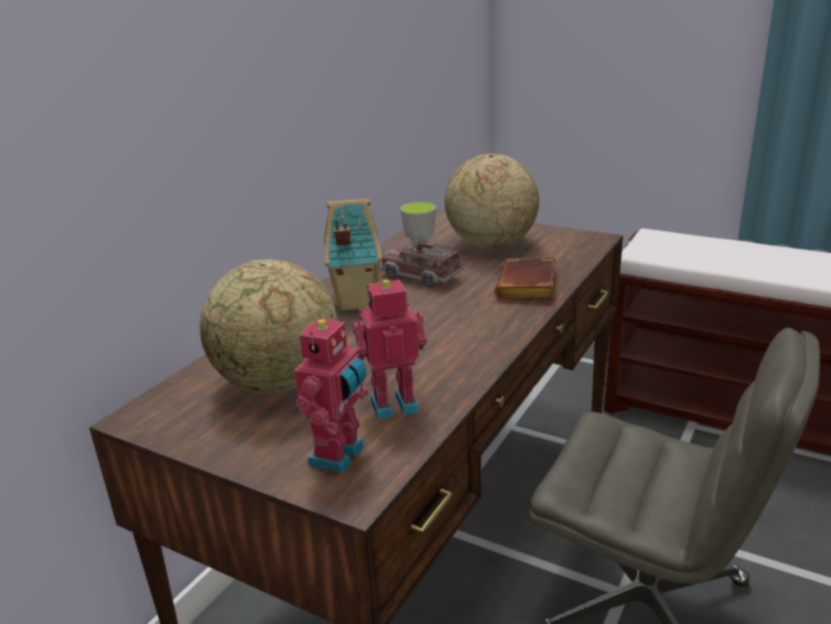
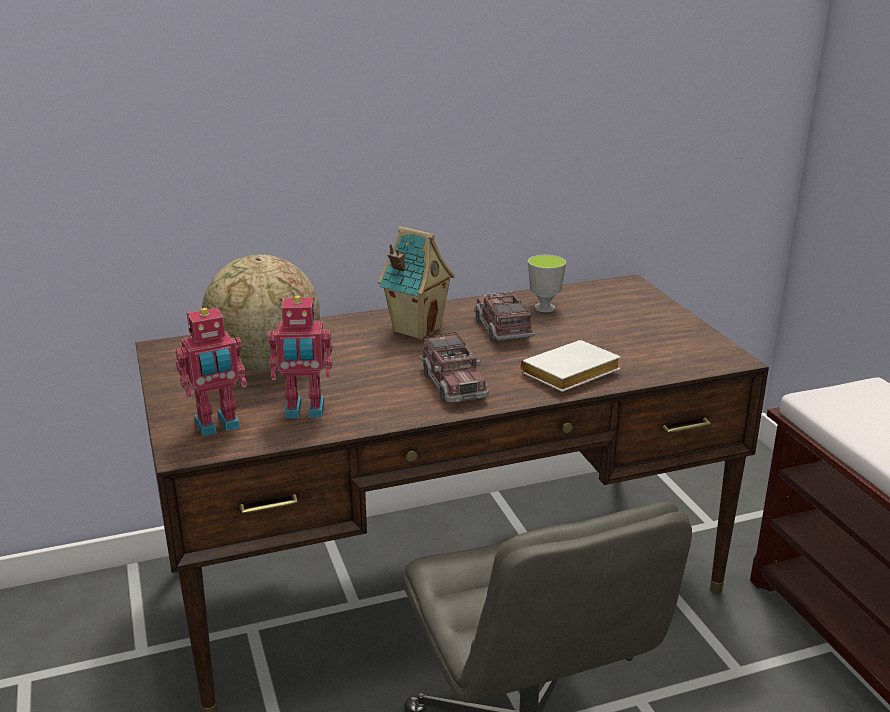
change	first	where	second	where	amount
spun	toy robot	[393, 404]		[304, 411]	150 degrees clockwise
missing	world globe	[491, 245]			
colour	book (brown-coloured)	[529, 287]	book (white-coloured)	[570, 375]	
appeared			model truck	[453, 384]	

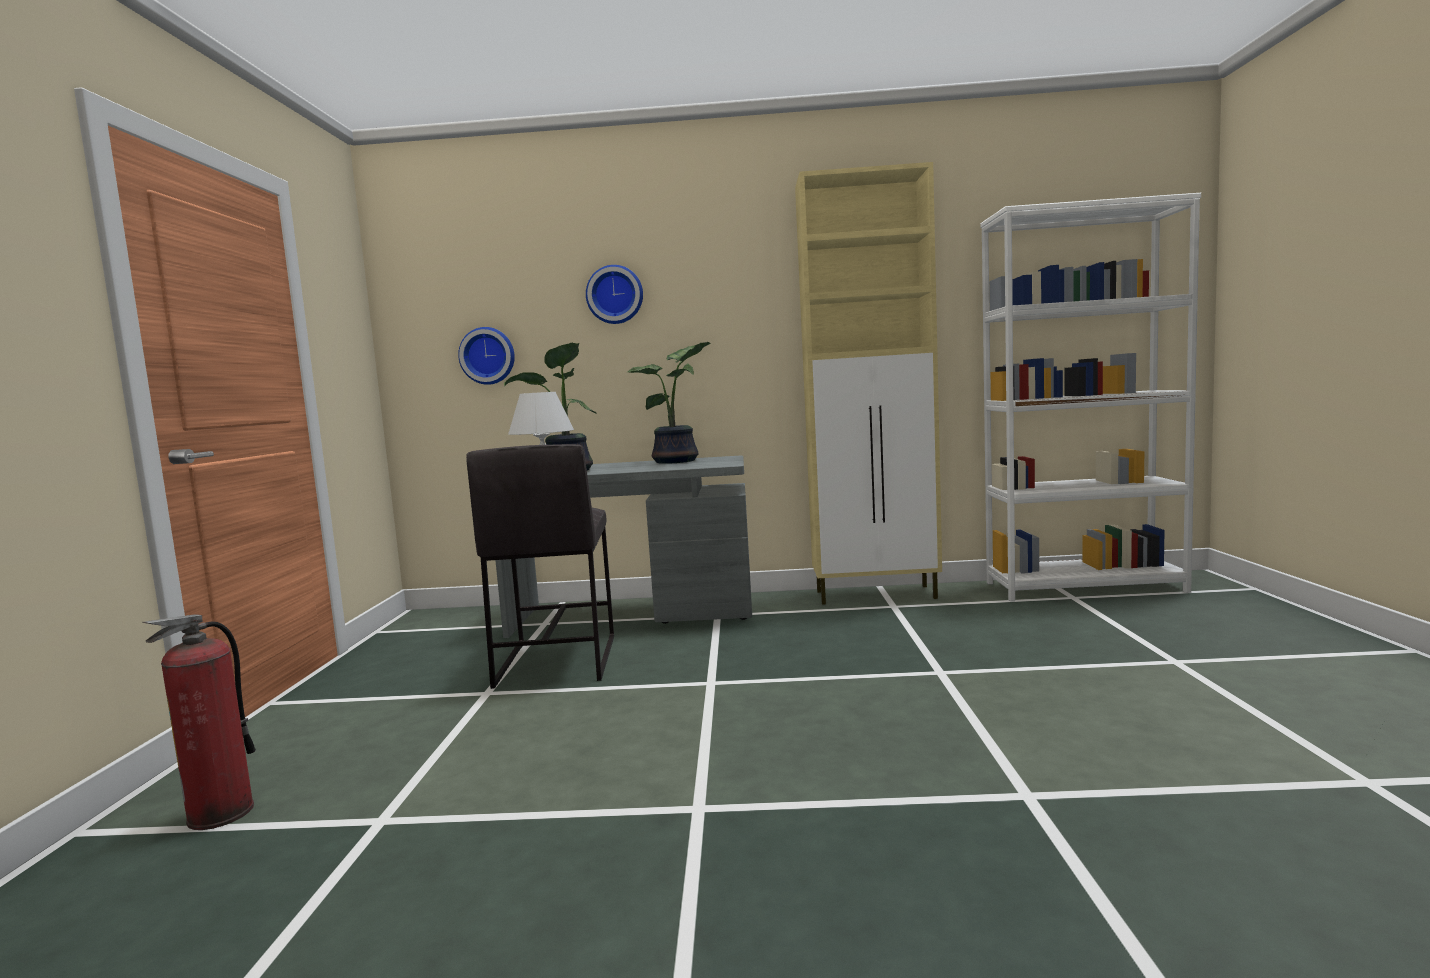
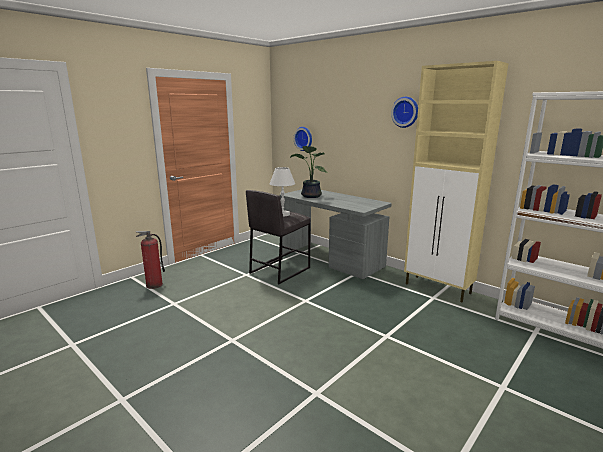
change	first	where	second	where	amount
relocated	clock on the wall	[615, 295]		[405, 112]	
missing	plant in a pot	[678, 461]			

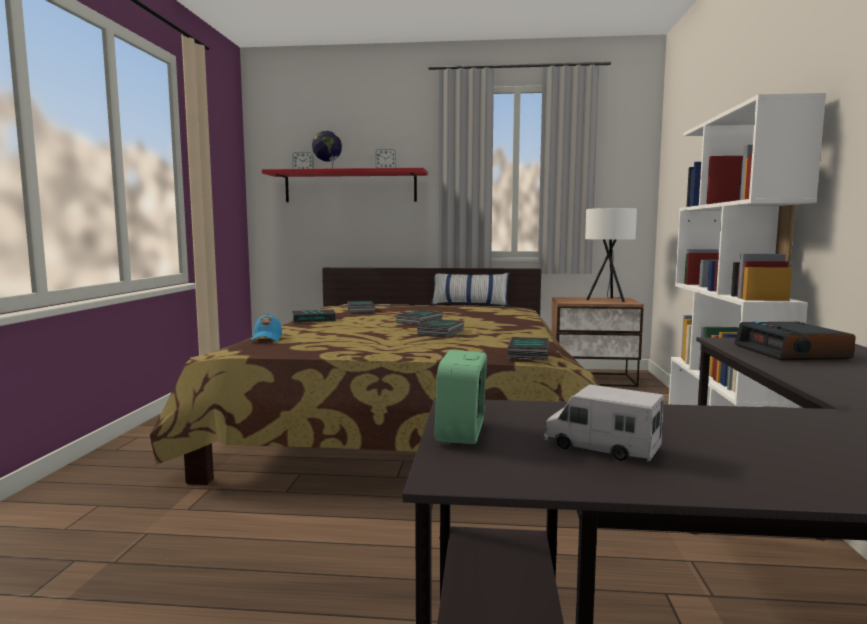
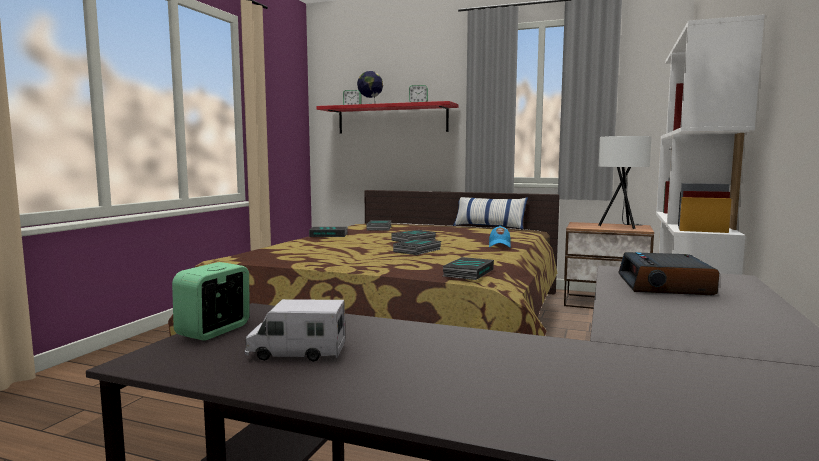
change	first	where	second	where	amount
relocated	baseball cap (bluish)	[267, 339]		[499, 245]	
spun	model truck	[601, 447]		[296, 352]	45 degrees counterclockwise

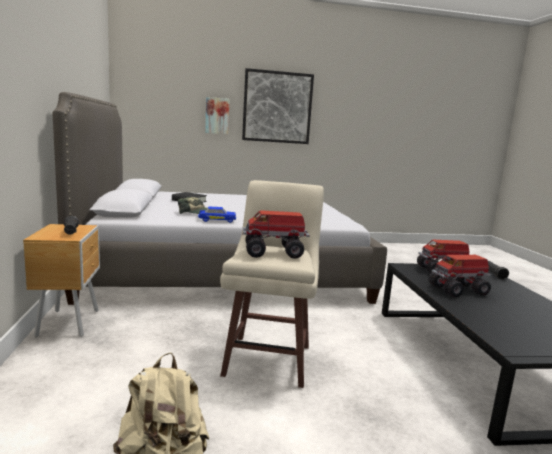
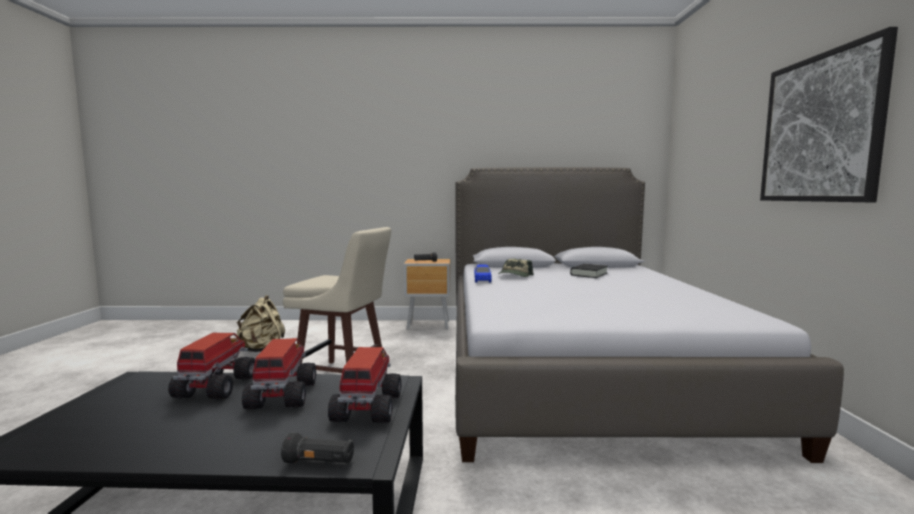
change	first	where	second	where	amount
missing	wall picture	[217, 116]			
relocated	model truck	[274, 252]		[214, 388]	

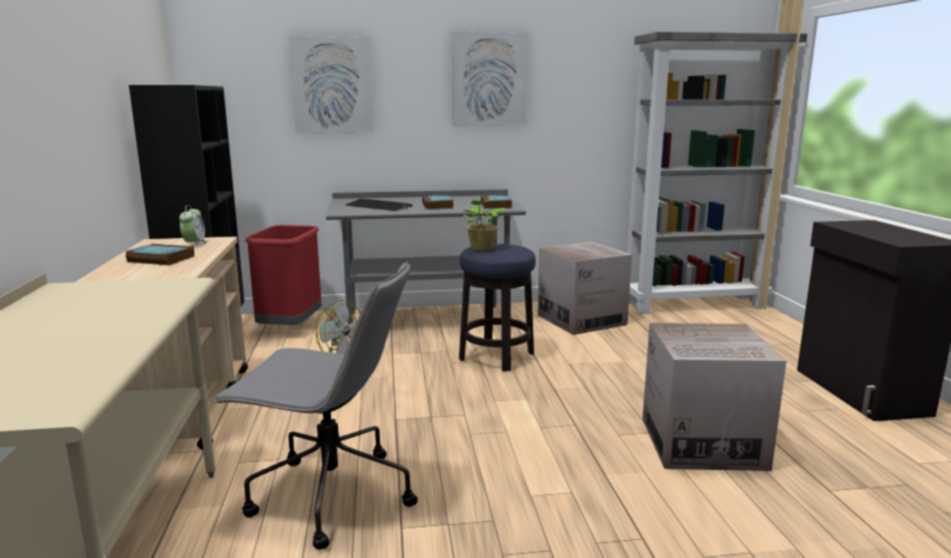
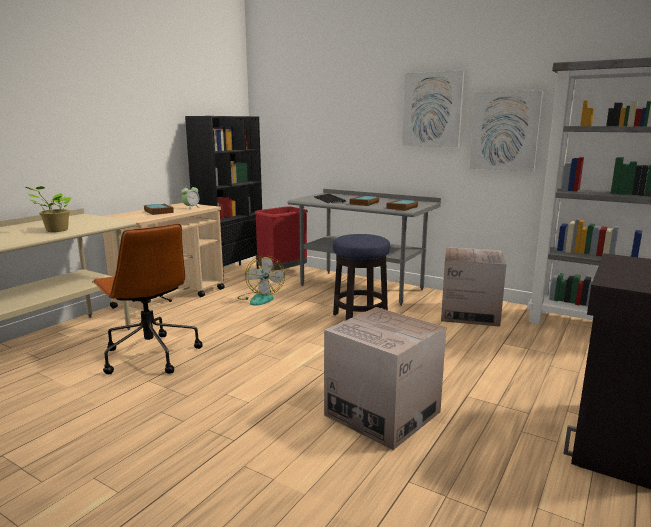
change	first	where	second	where	amount
colour	desk chair (greyish)	[329, 496]	desk chair (brown-coloured)	[150, 355]	
relocated	wall picture	[332, 85]		[505, 131]	
relocated	plant in a pot	[481, 249]		[55, 230]	

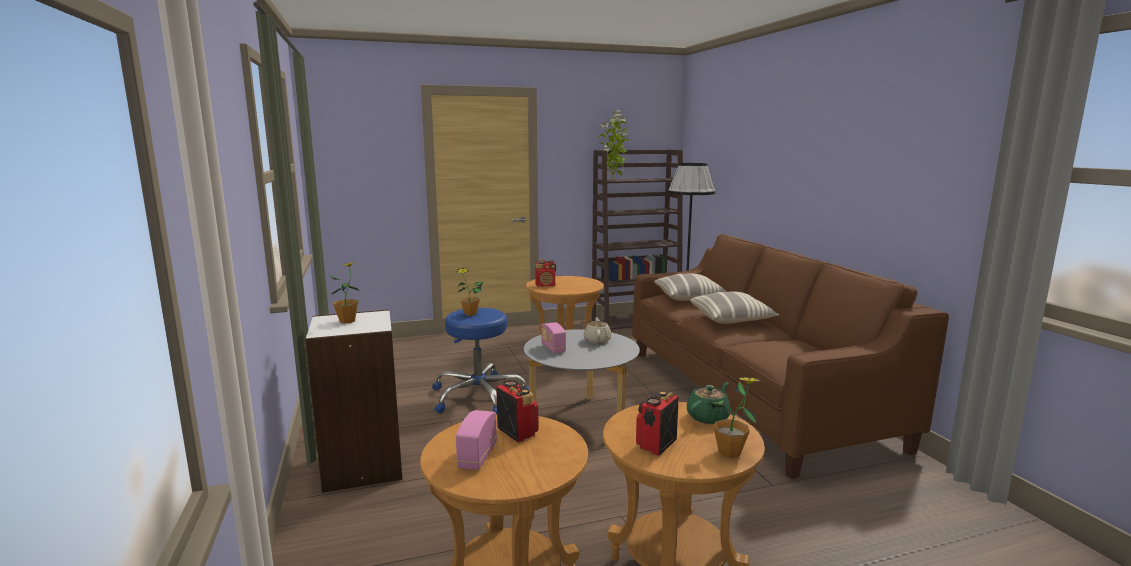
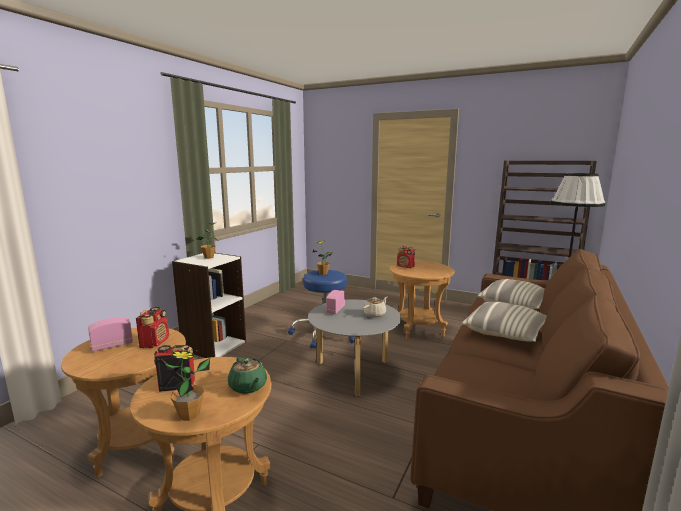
change	first	where	second	where	amount
missing	plant in a pot	[613, 180]			
spun	tea pot (greenish)	[708, 417]		[248, 387]	60 degrees clockwise

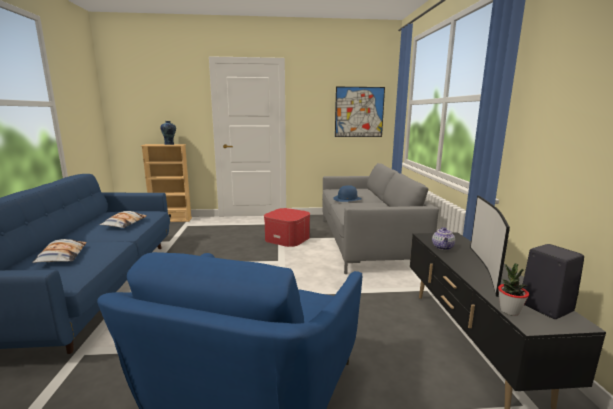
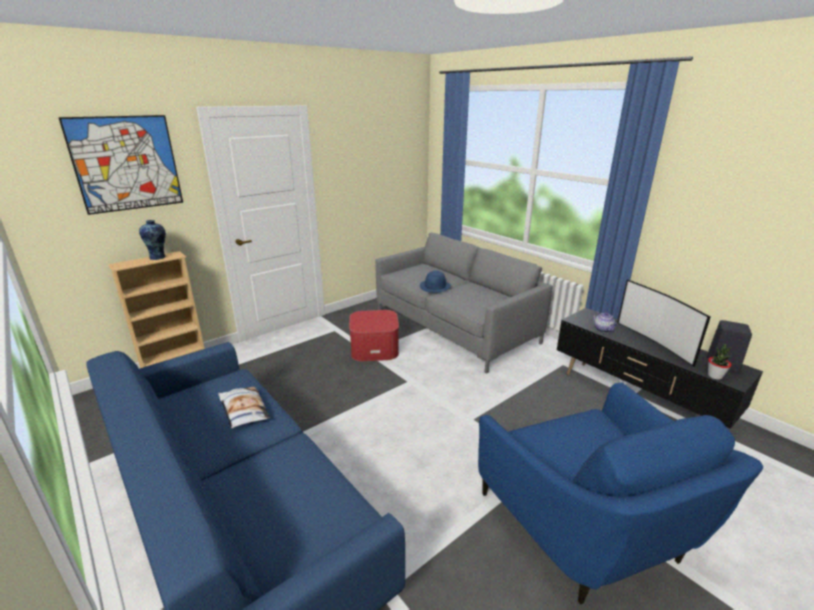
change	first	where	second	where	amount
missing	throw pillow	[62, 256]			
relocated	wall picture	[359, 112]		[126, 164]	

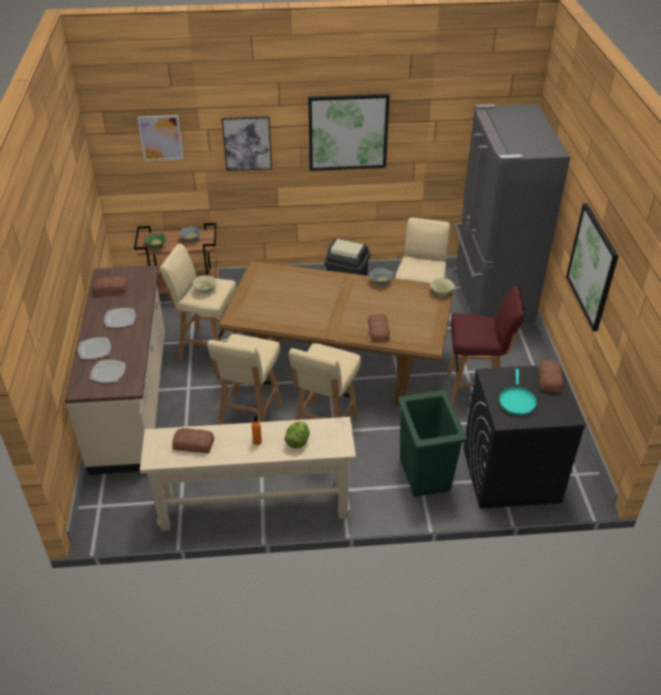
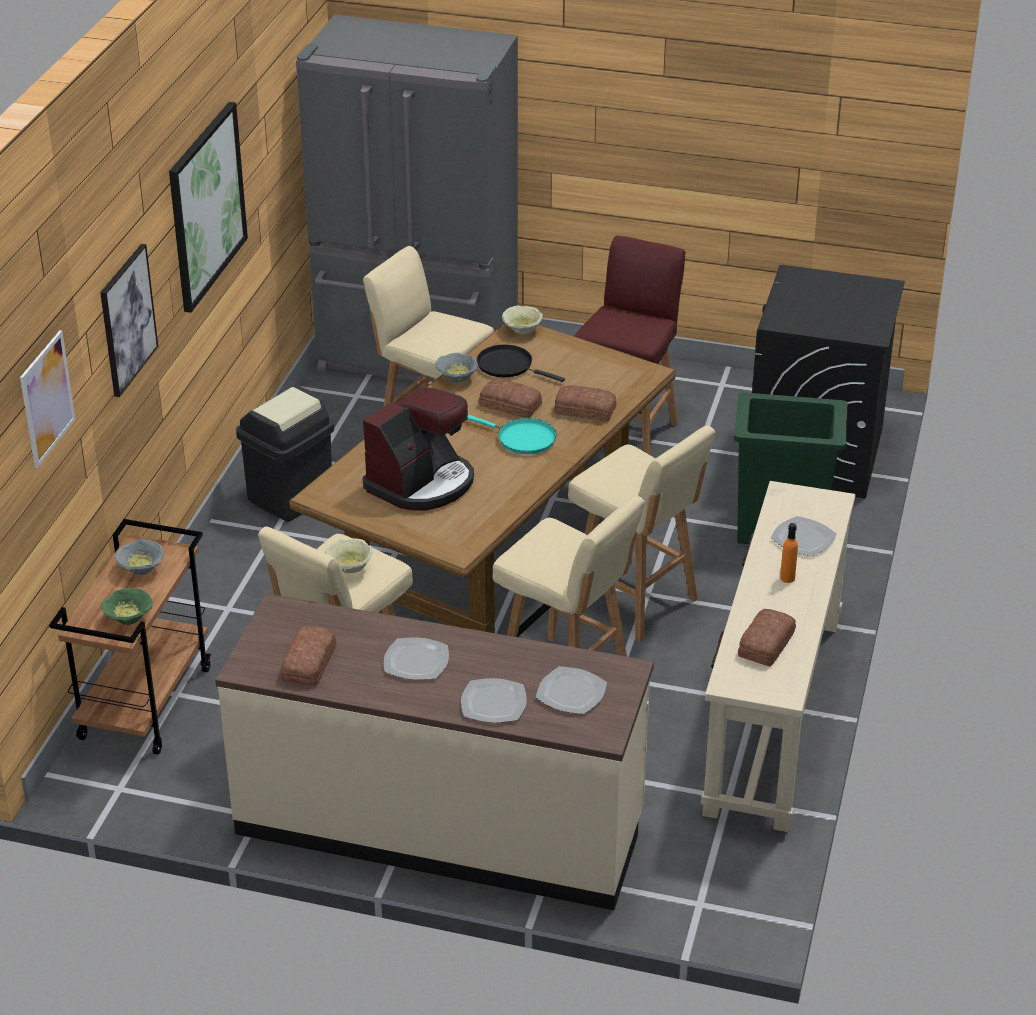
change	first	where	second	where	amount
exchanged	lettuce head	[297, 441]	flat dish	[803, 539]	
relocated	skillet (turquoise)	[516, 401]		[522, 439]	
relocated	bread	[549, 380]		[510, 406]	
missing	wall picture	[592, 266]			
appeared			coffee maker	[421, 483]	
appeared			skillet (black)	[508, 366]	

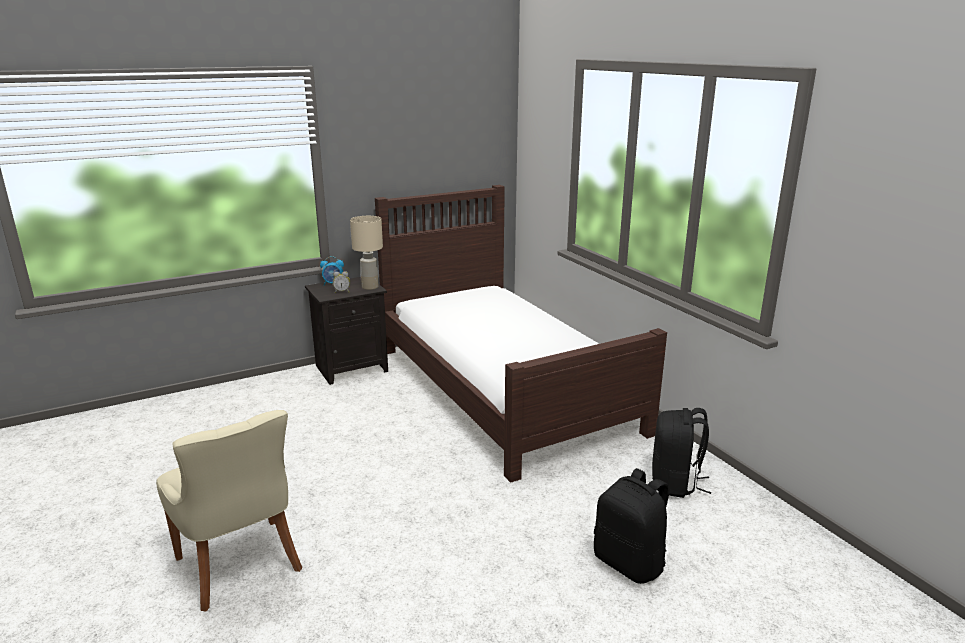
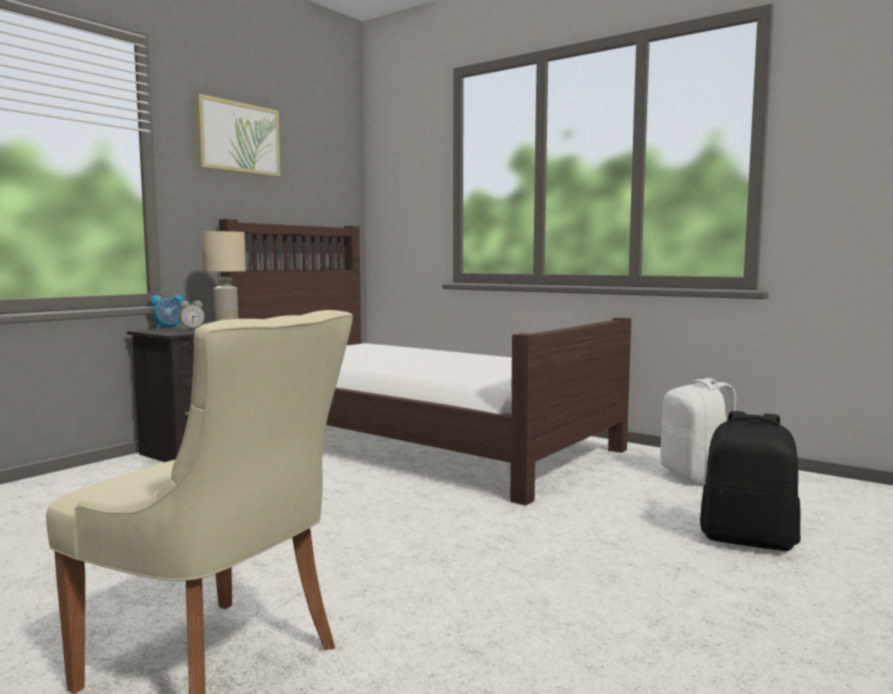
change	first	where	second	where	amount
colour	backpack (black)	[675, 483]	backpack (white-coloured)	[696, 476]	
appeared			wall picture	[238, 138]	

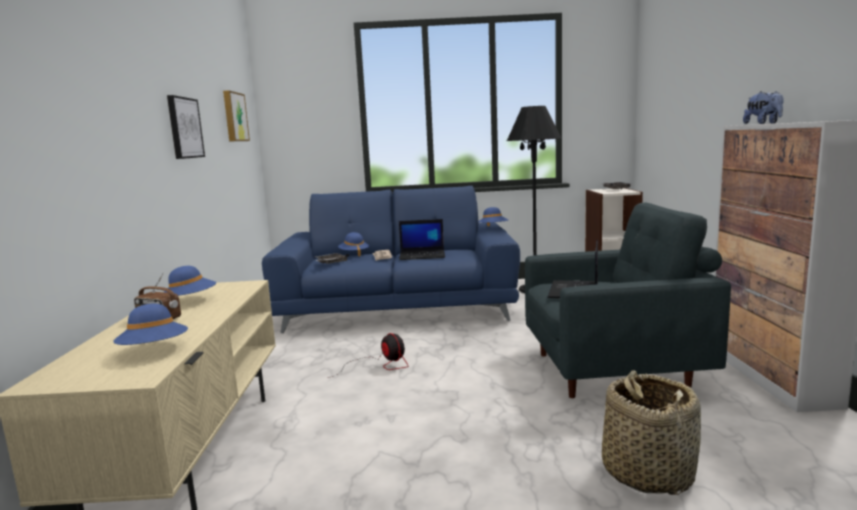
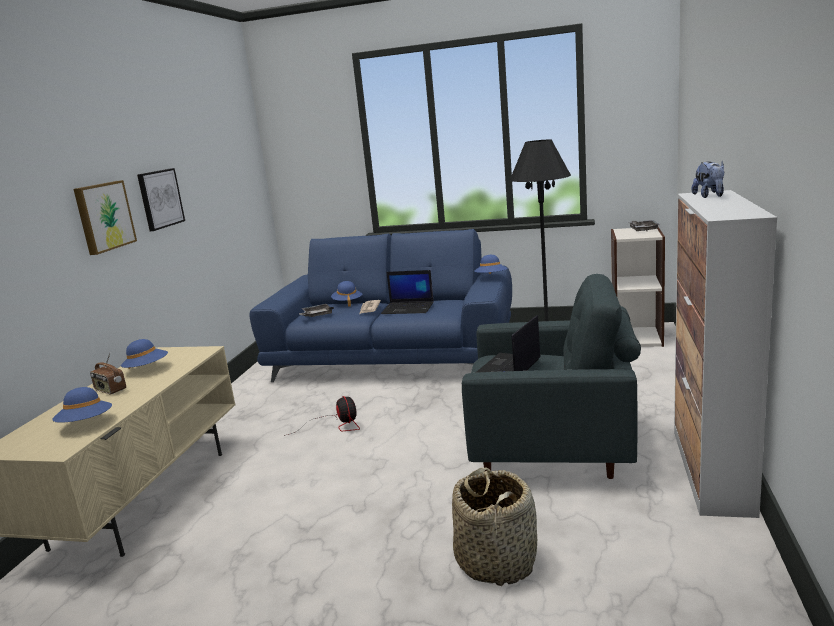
change	first	where	second	where	amount
relocated	wall picture	[234, 117]		[103, 216]	

